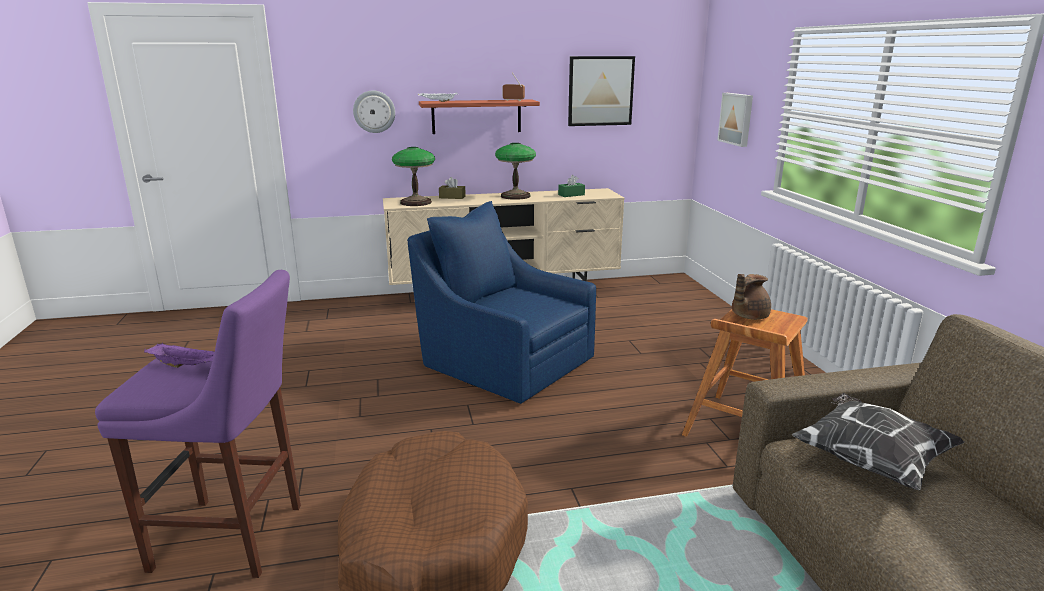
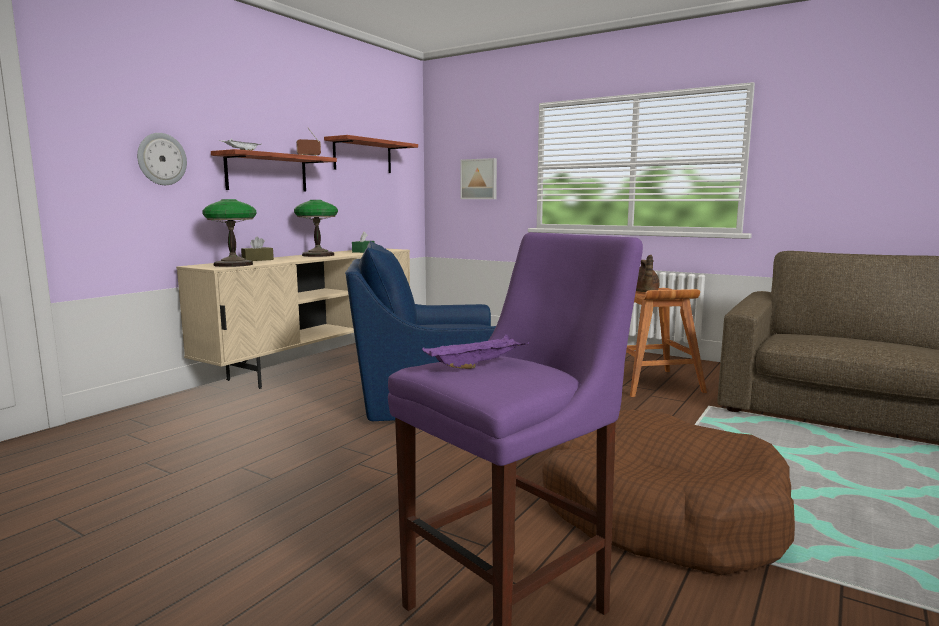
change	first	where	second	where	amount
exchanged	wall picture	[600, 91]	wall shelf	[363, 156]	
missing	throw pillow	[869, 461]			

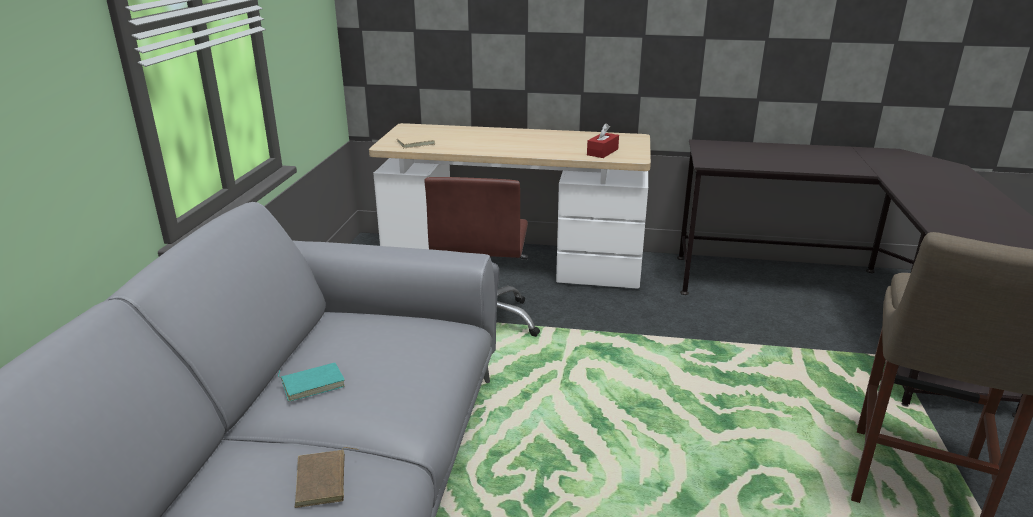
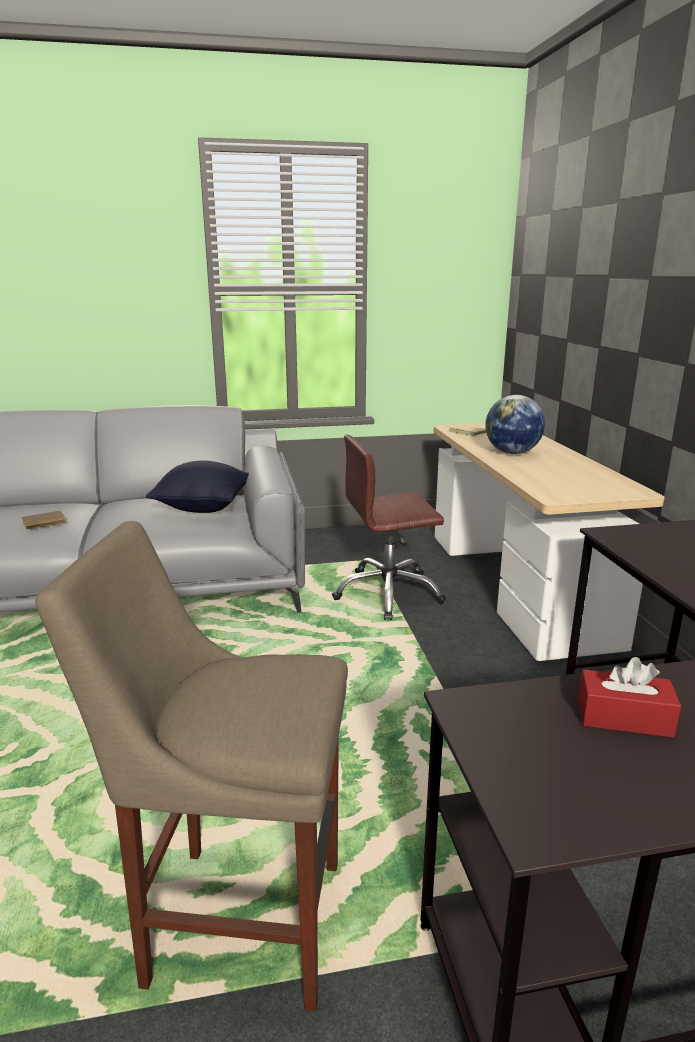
change	first	where	second	where	amount
missing	book (turquoise)	[313, 383]			
relocated	tissue box (reddish)	[602, 152]		[624, 718]	
appeared			throw pillow (black)	[203, 507]	
appeared			world globe	[512, 453]	

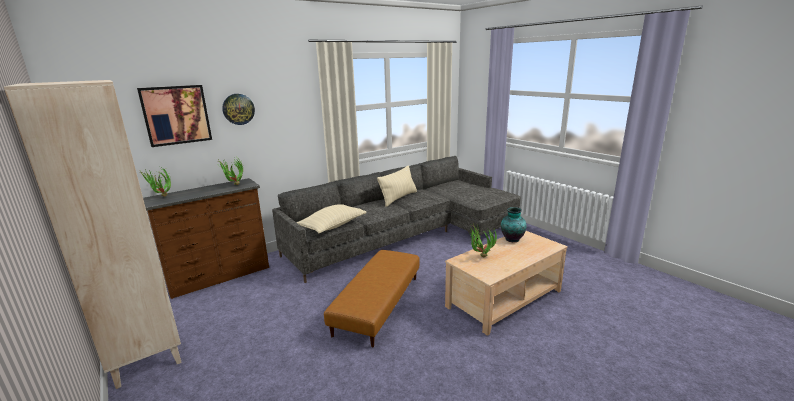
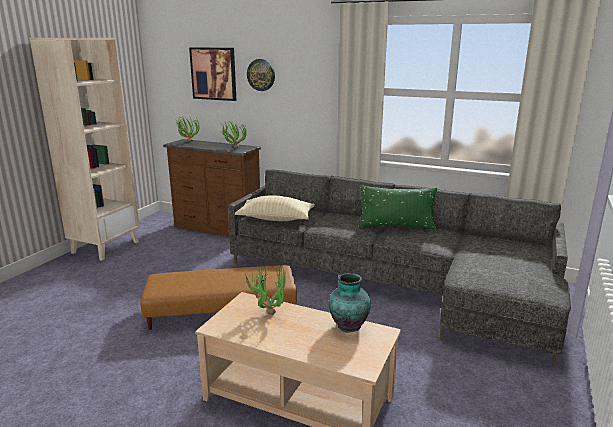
change	first	where	second	where	amount
colour	throw pillow (beige)	[398, 198]	throw pillow (greenish)	[396, 227]	

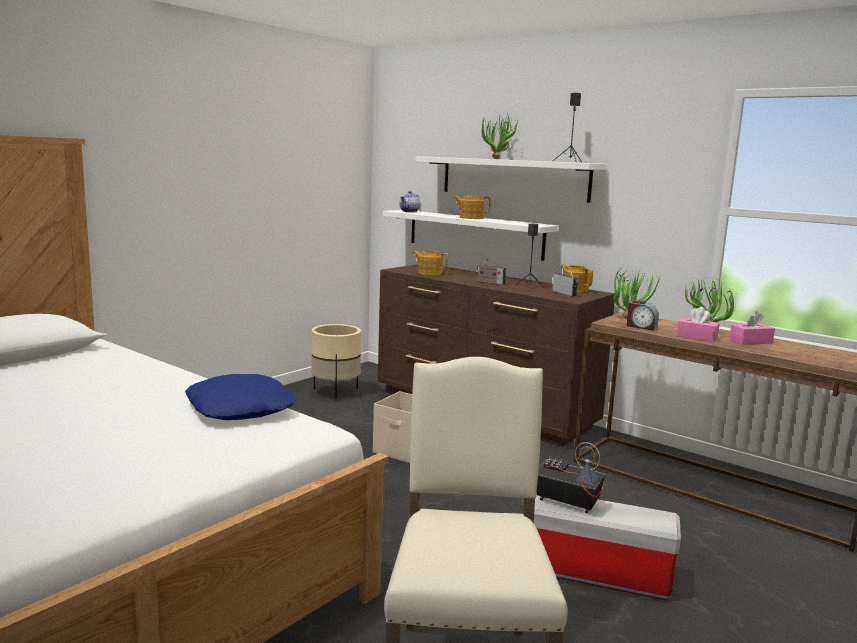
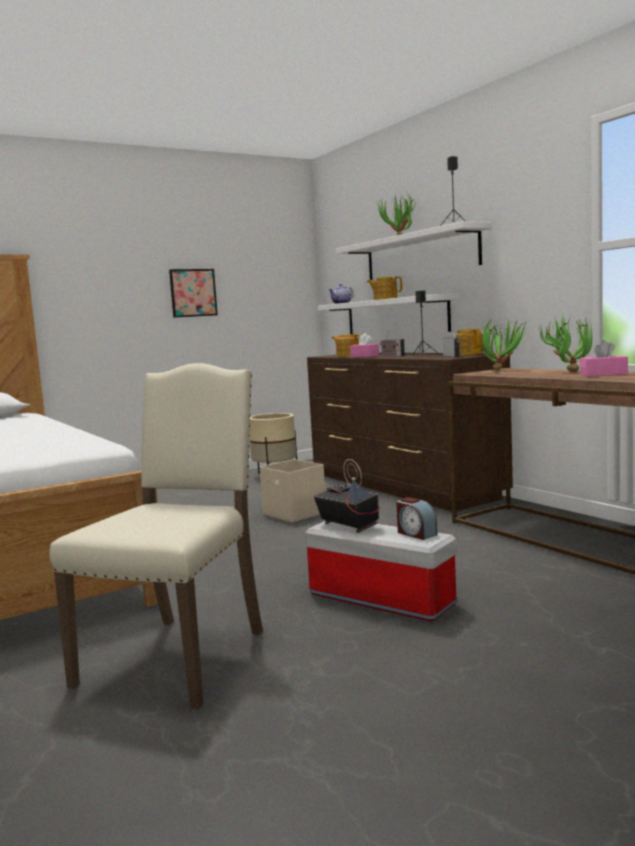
change	first	where	second	where	amount
missing	throw pillow (bluish)	[241, 408]			
relocated	bedside clock	[641, 327]		[416, 533]	
relocated	tissue box (pink-coloured)	[697, 337]		[364, 356]	
appeared			wall picture	[193, 293]	

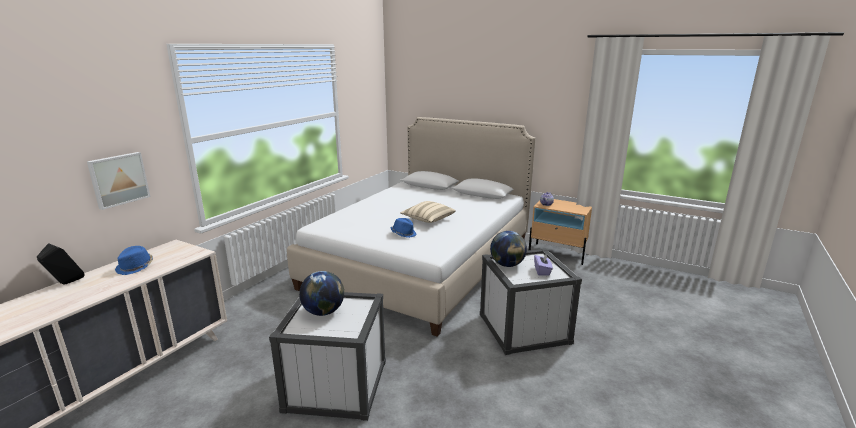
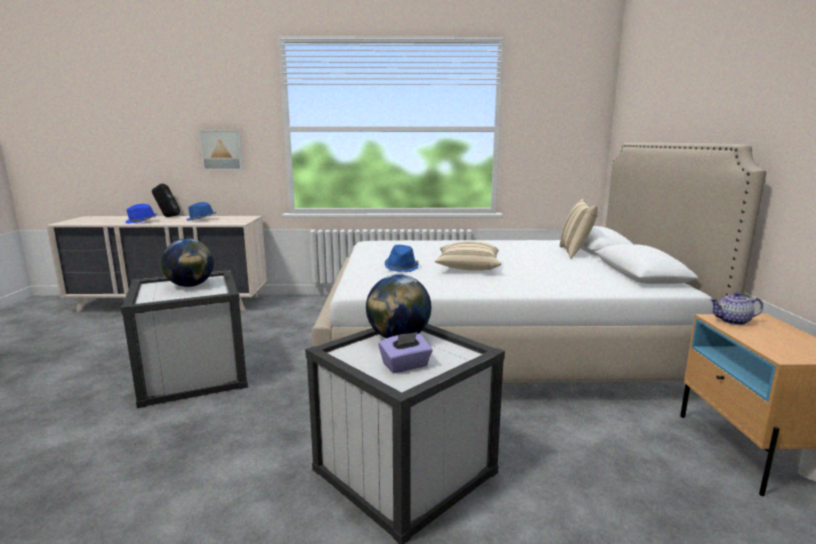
change	first	where	second	where	amount
appeared			wearable hat (bluish)	[142, 221]	
appeared			throw pillow (beige)	[575, 253]	

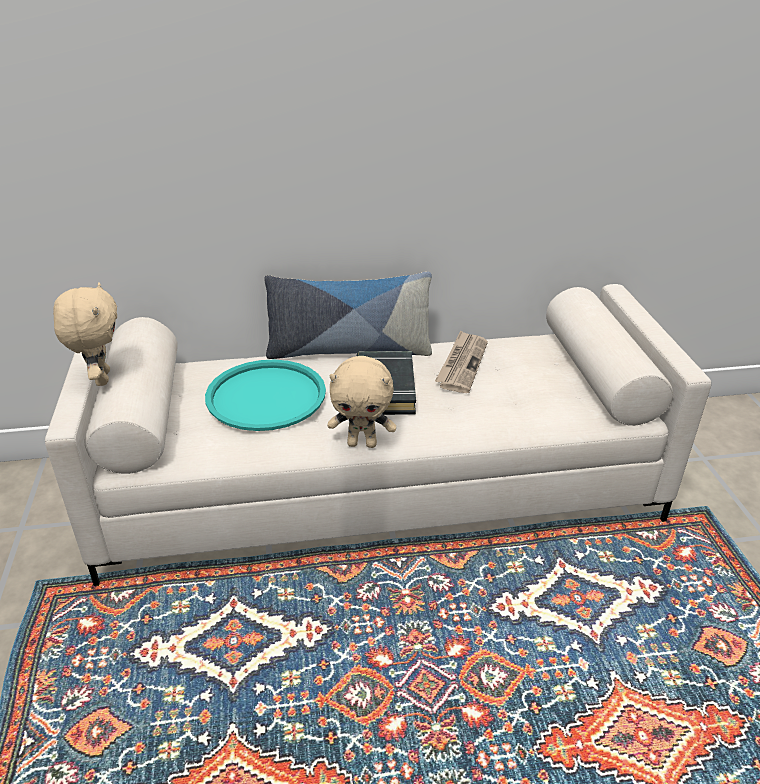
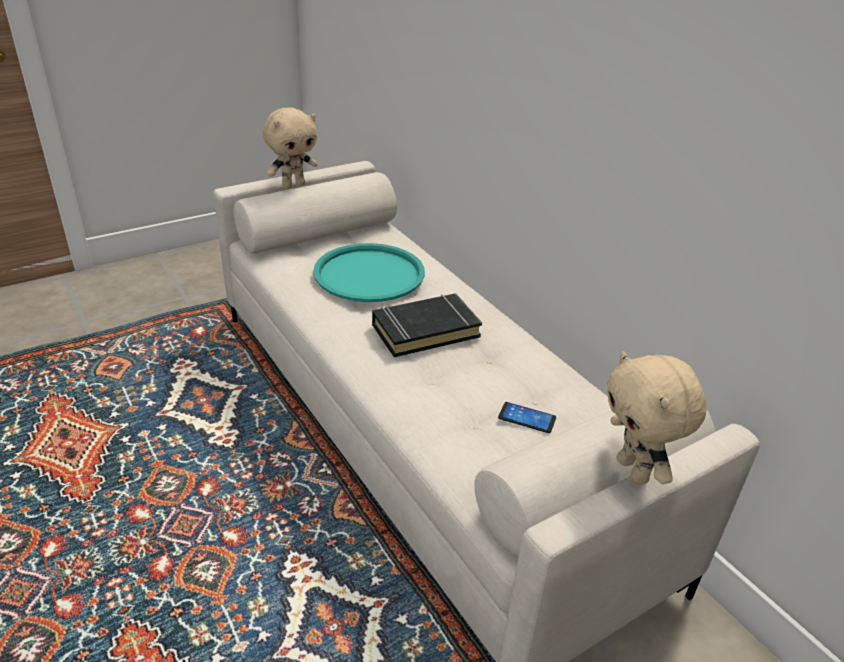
change	first	where	second	where	amount
missing	throw pillow	[349, 350]			
relocated	plush toy (beige)	[362, 443]		[634, 471]	
missing	newspaper	[462, 364]			
appeared			phone	[527, 418]	

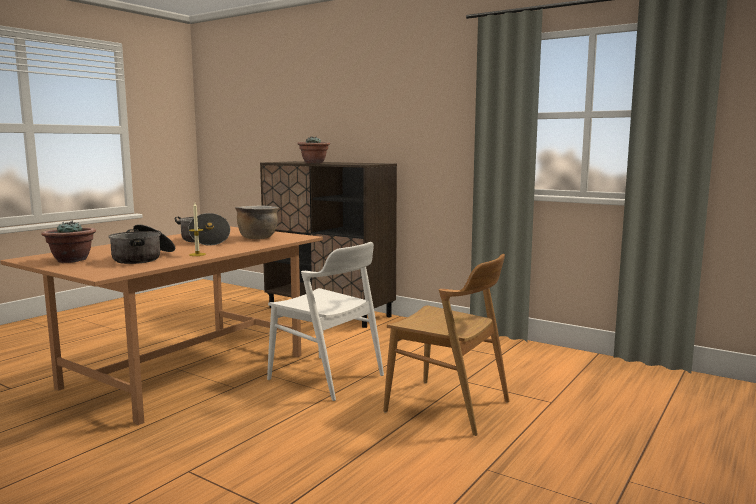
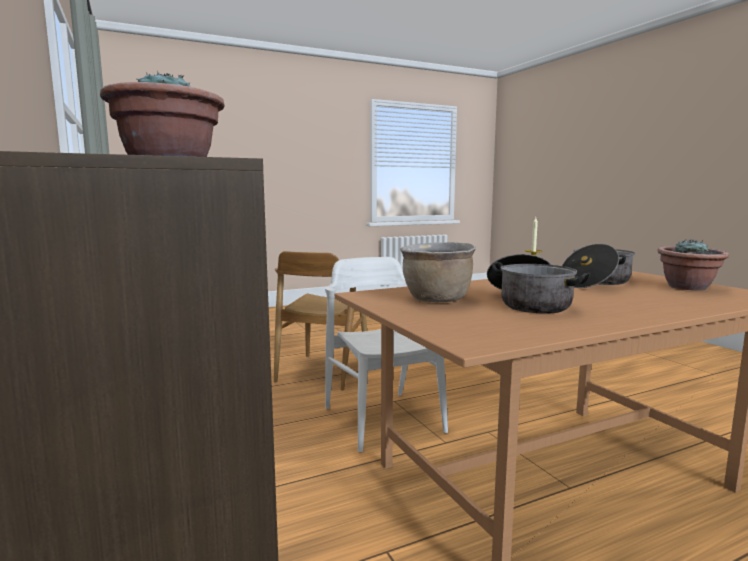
change	first	where	second	where	amount
spun	chair (brown-coloured)	[447, 406]		[323, 372]	135 degrees counterclockwise

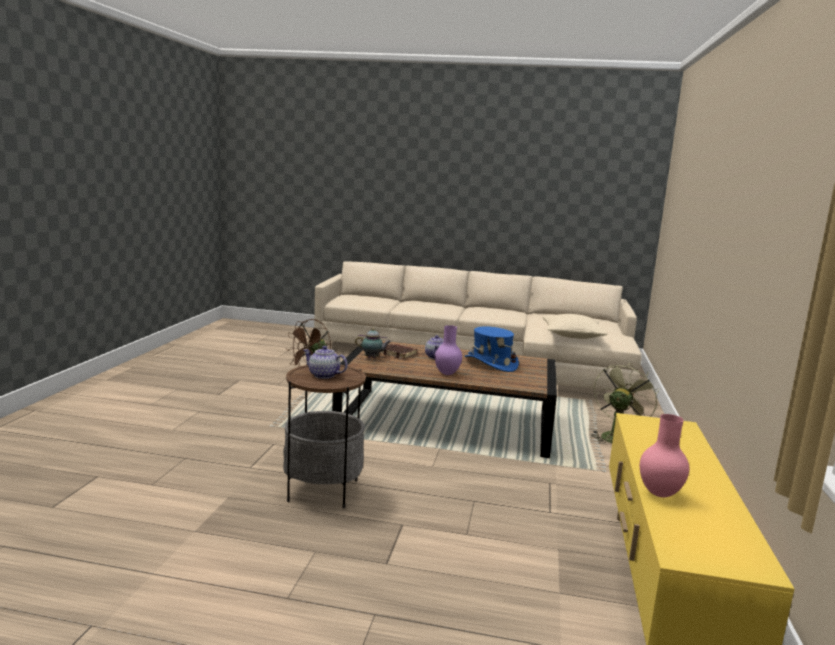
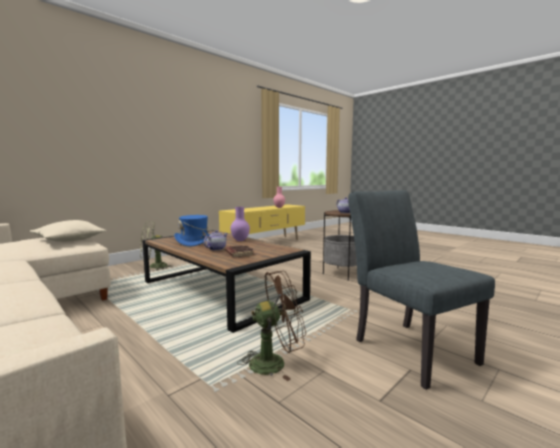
change	first	where	second	where	amount
missing	tea pot	[372, 358]			
appeared			chair (greyish)	[407, 347]	

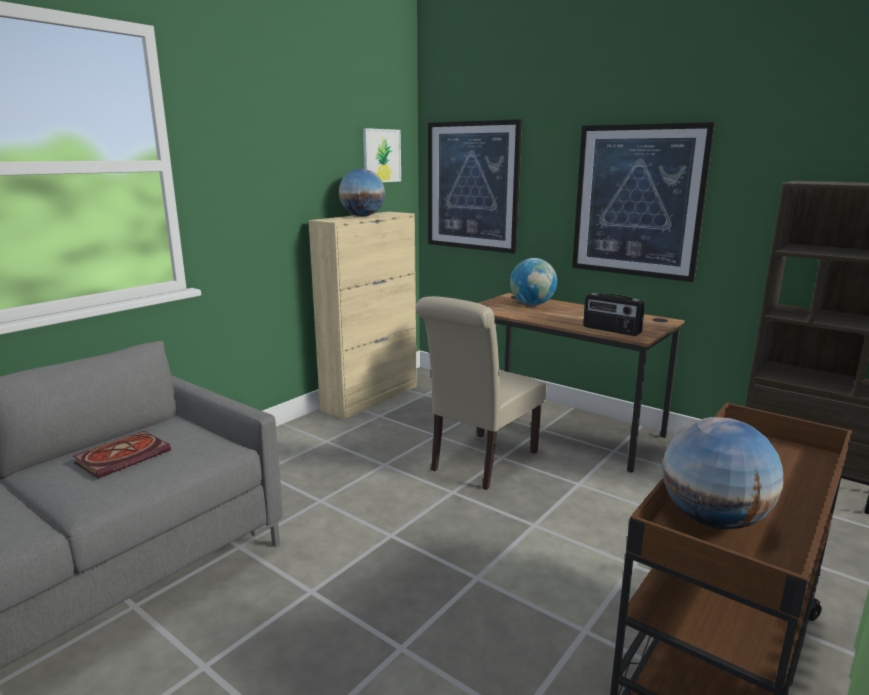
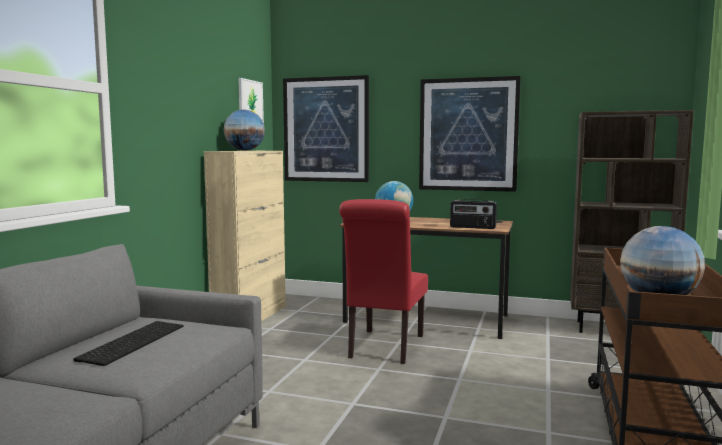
change	first	where	second	where	amount
exchanged	book	[124, 456]	computer keyboard	[132, 341]	
colour	chair (beige)	[480, 463]	chair (reddish)	[384, 348]	

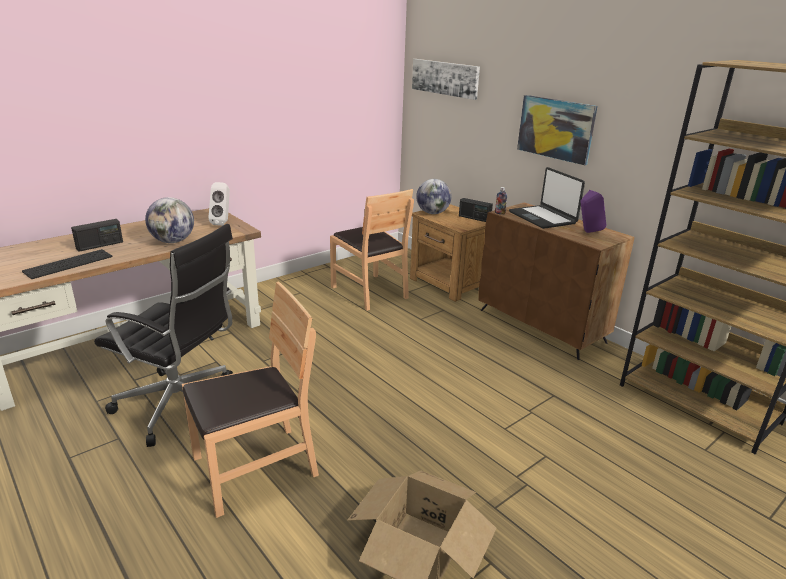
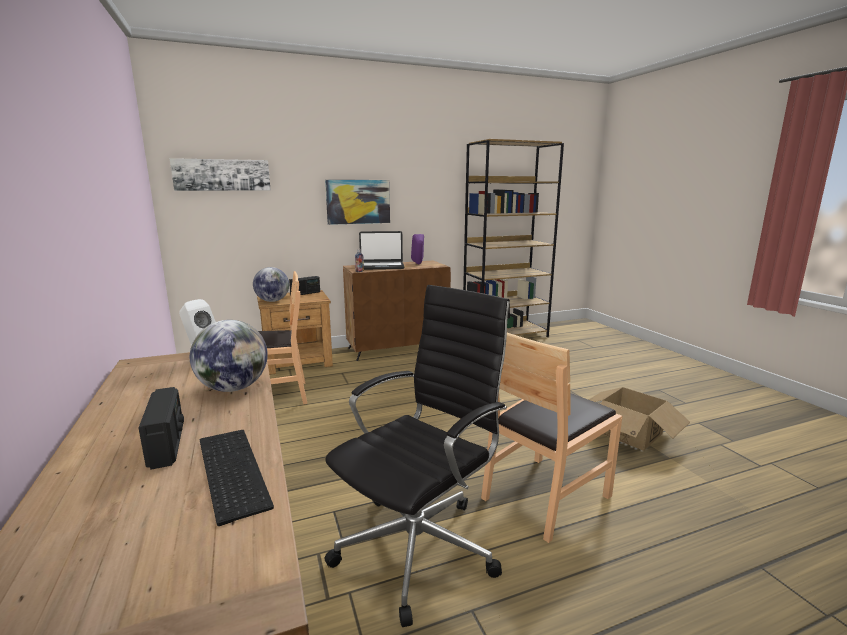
change	first	where	second	where	amount
spun	chair (brown-coloured)	[255, 468]		[544, 495]	120 degrees counterclockwise

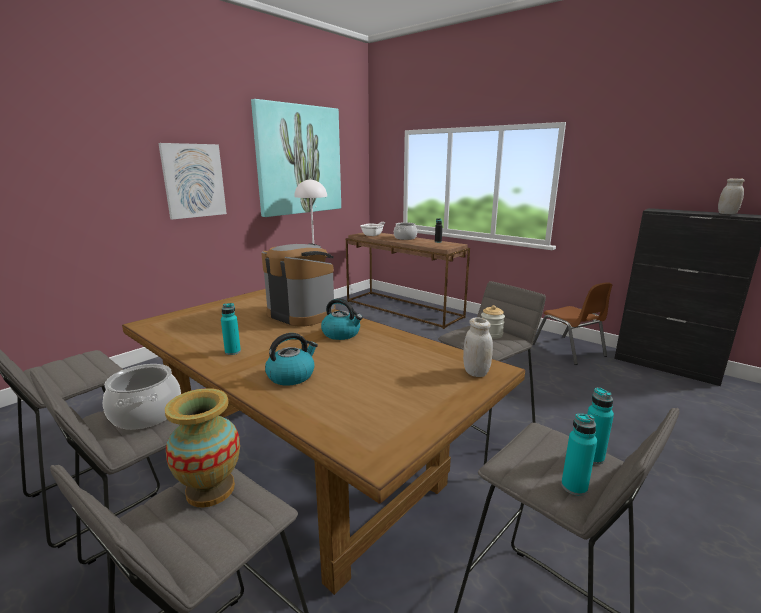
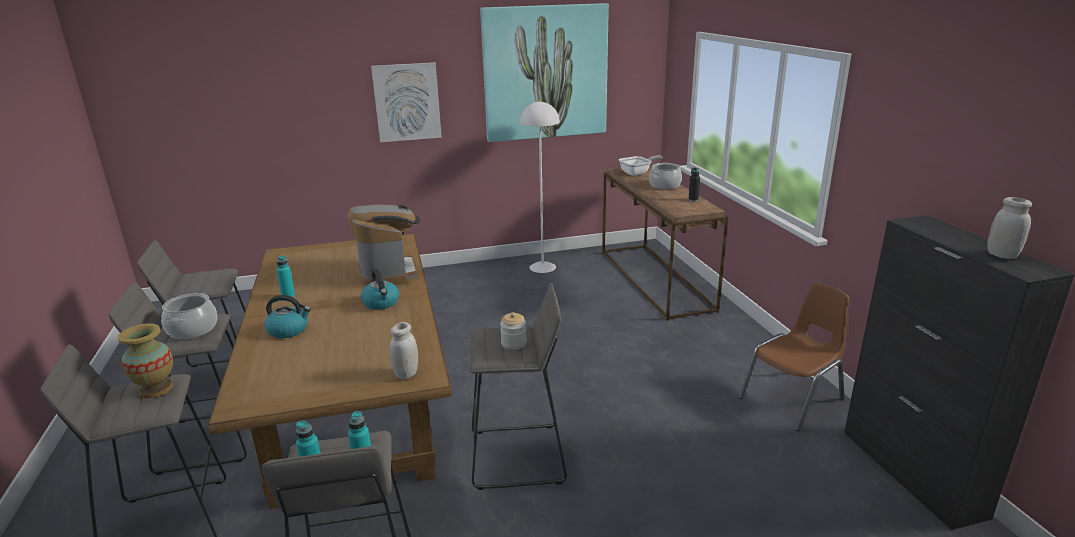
change	first	where	second	where	amount
spun	chair (brown-coloured)	[568, 350]		[792, 399]	135 degrees counterclockwise

